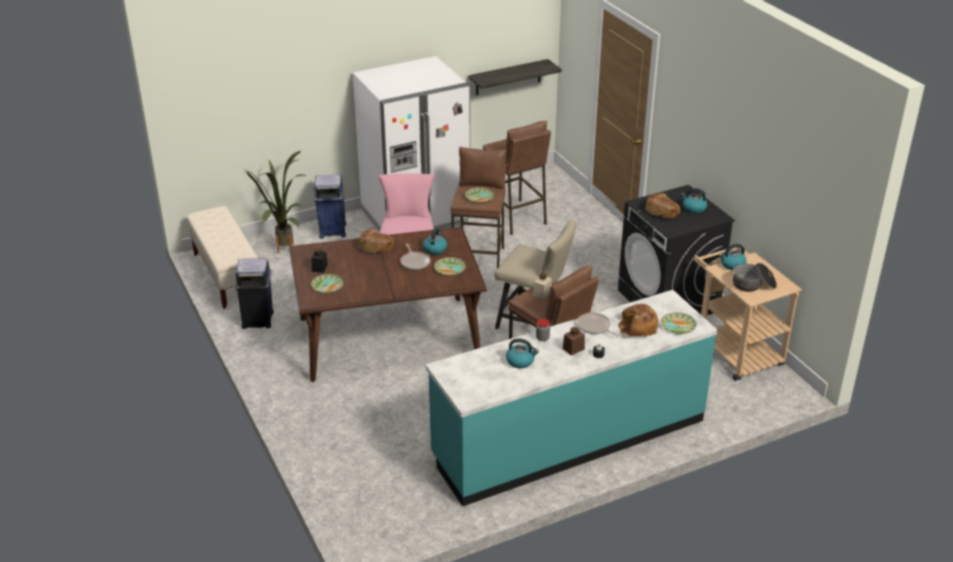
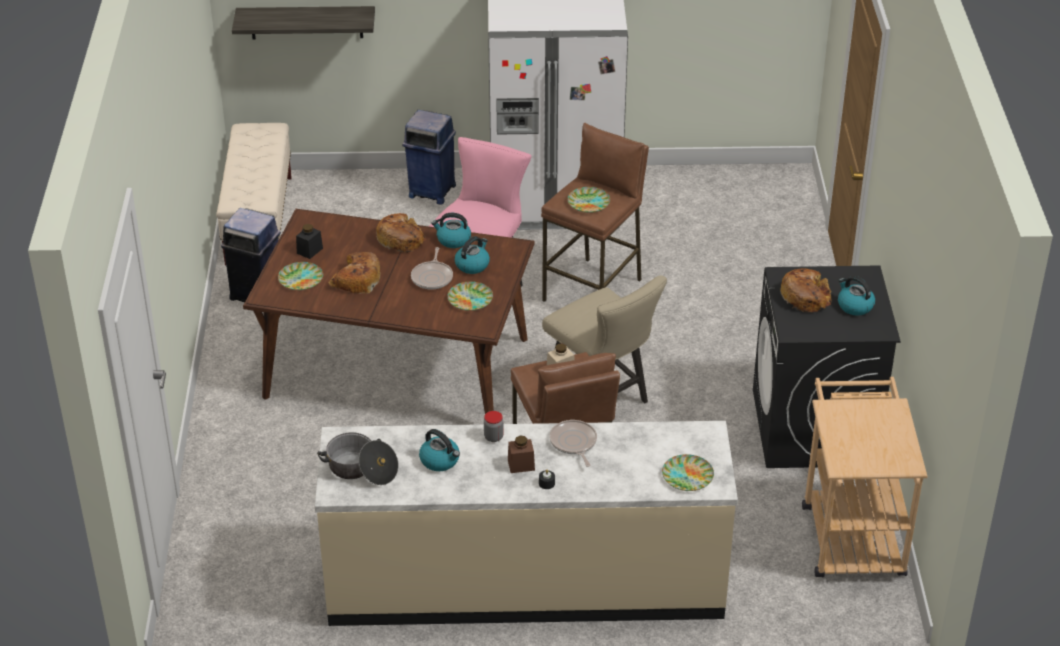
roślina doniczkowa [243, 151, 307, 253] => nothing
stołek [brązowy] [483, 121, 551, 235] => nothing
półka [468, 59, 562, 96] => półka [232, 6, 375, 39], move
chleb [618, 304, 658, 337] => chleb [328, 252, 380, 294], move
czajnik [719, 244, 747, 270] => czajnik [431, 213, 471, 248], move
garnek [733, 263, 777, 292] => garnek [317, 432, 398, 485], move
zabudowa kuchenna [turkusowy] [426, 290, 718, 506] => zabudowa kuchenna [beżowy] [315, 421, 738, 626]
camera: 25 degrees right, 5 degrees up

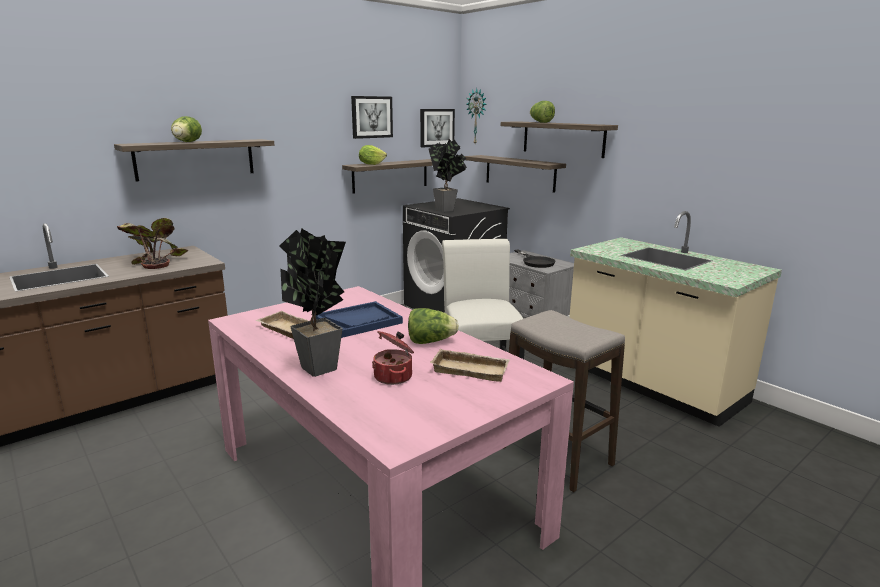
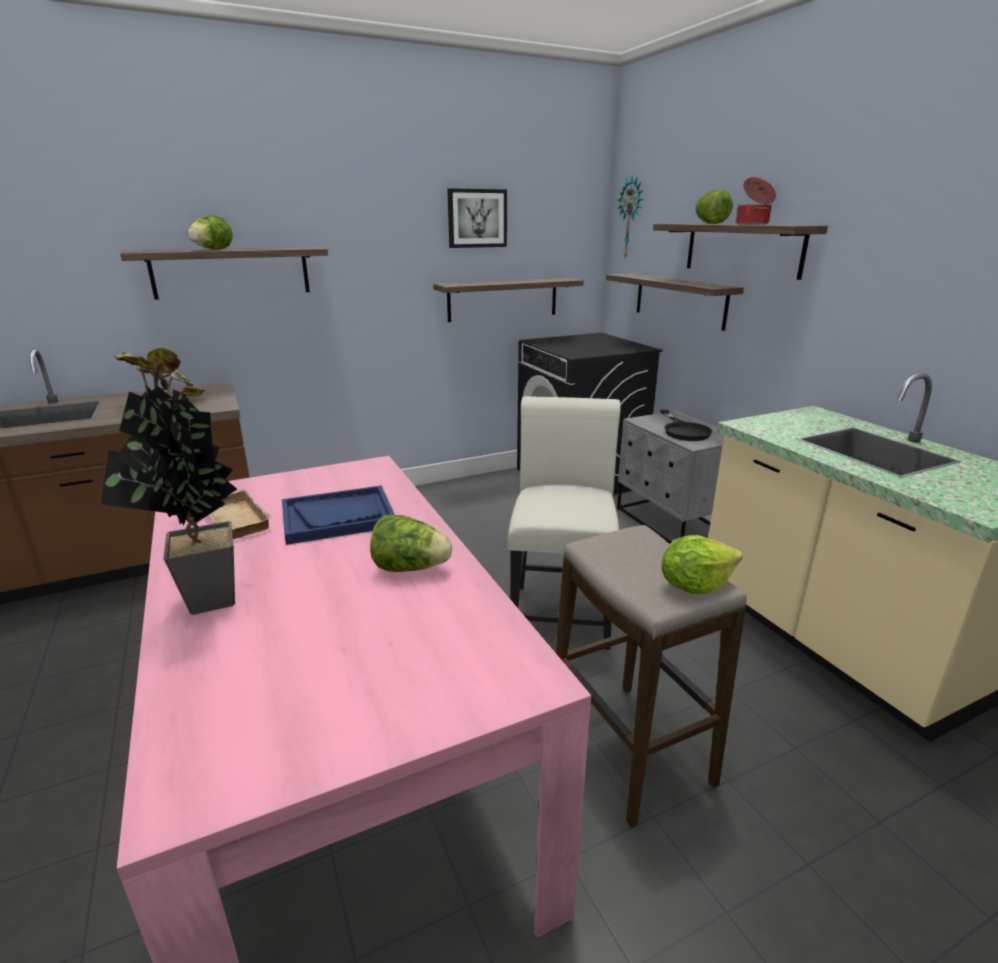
obraz [420, 109, 455, 147] => nothing
roślina doniczkowa [428, 139, 467, 212] => nothing
taca [beżowy] [430, 349, 510, 382] => nothing
sałata [359, 145, 387, 165] => sałata [662, 535, 742, 595], move
garnek [372, 331, 414, 385] => garnek [736, 177, 776, 225], move
camera: 15 degrees right, 5 degrees up

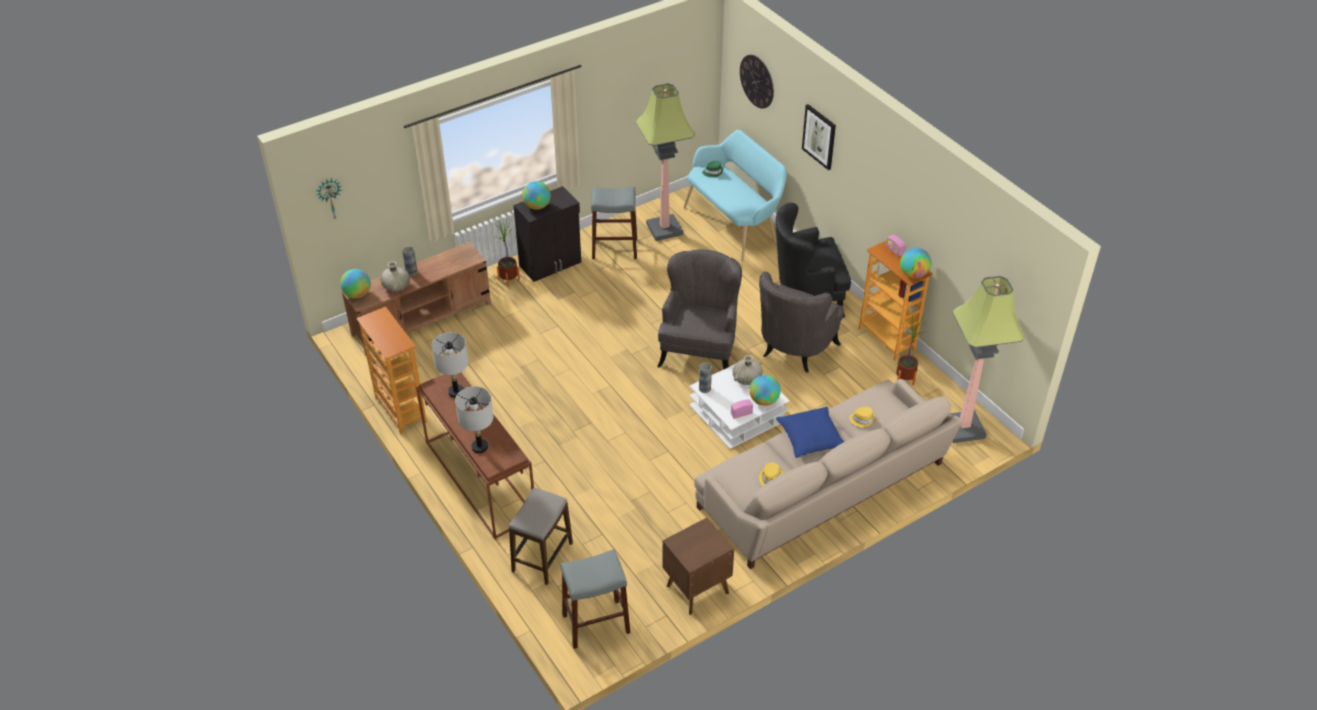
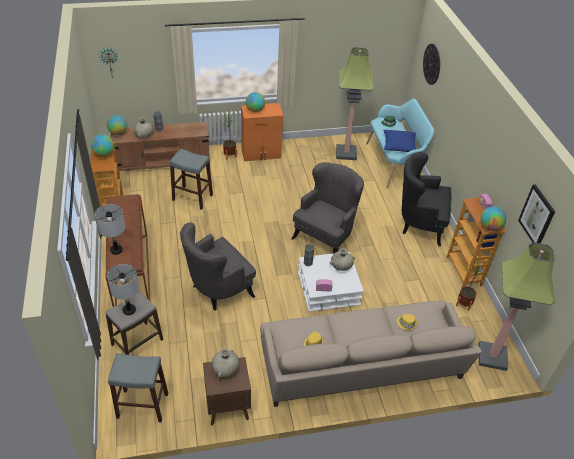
nothing => wazon [beżowy] [212, 348, 240, 378]
lampa stołowa [szary] [432, 332, 469, 398] => lampa stołowa [szary] [107, 264, 139, 315], move
stołek [szary] [591, 187, 637, 259] => stołek [szary] [169, 149, 213, 210], move
globus [749, 375, 781, 406] => globus [91, 134, 114, 157], move
fotel [szary] [759, 271, 844, 373] => fotel [szary] [180, 222, 256, 311], move
poduszka [niebieski] [776, 407, 844, 458] => poduszka [niebieski] [383, 130, 416, 152], move
obraz [802, 104, 836, 170] => obraz [518, 184, 555, 243], move
szafka [czarny] [513, 186, 581, 282] => szafka [pomarańczowy] [241, 103, 283, 161]
camera: 20 degrees right, 0 degrees up

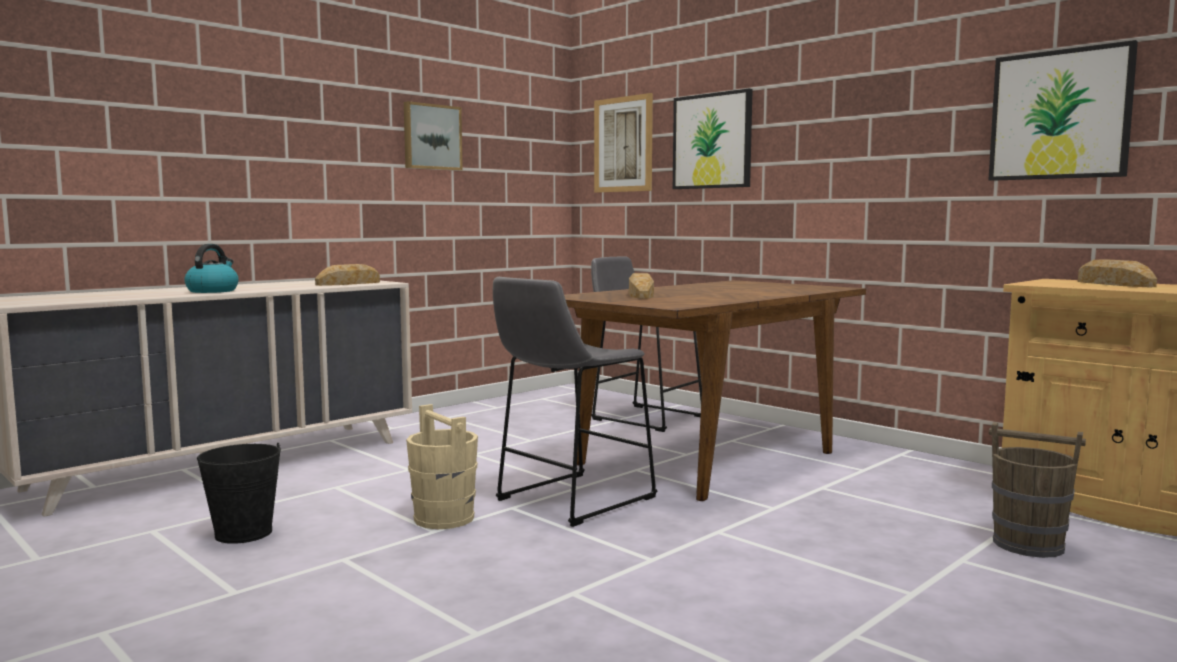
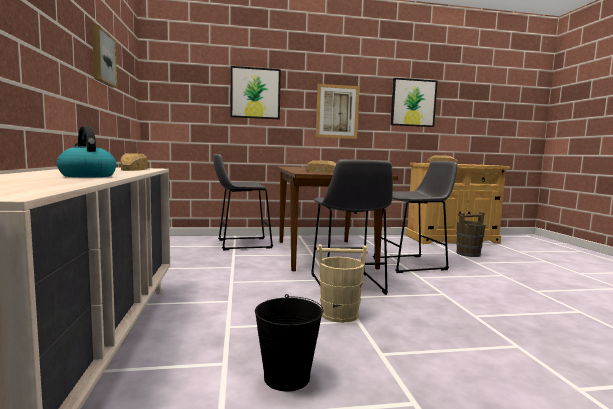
nothing => stołek [szary] [373, 161, 458, 273]
obraz [594, 93, 653, 193] => obraz [316, 84, 360, 139], move
camera: 55 degrees left, 0 degrees up

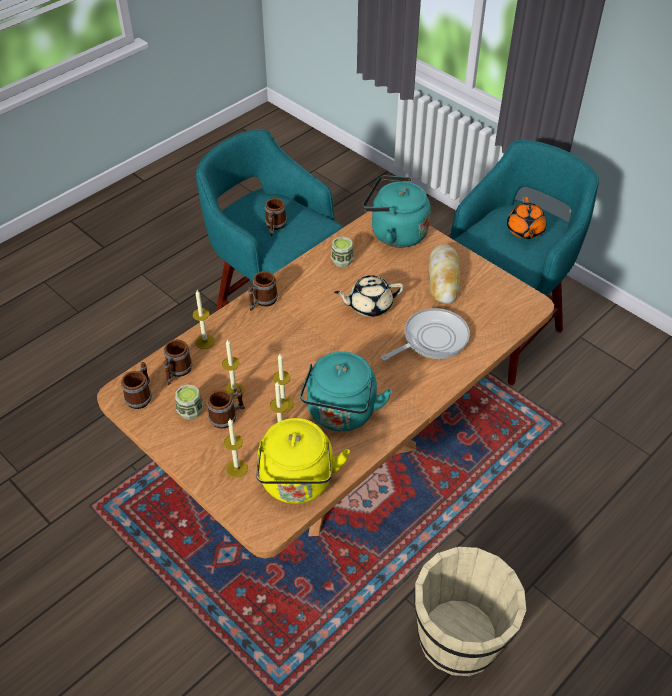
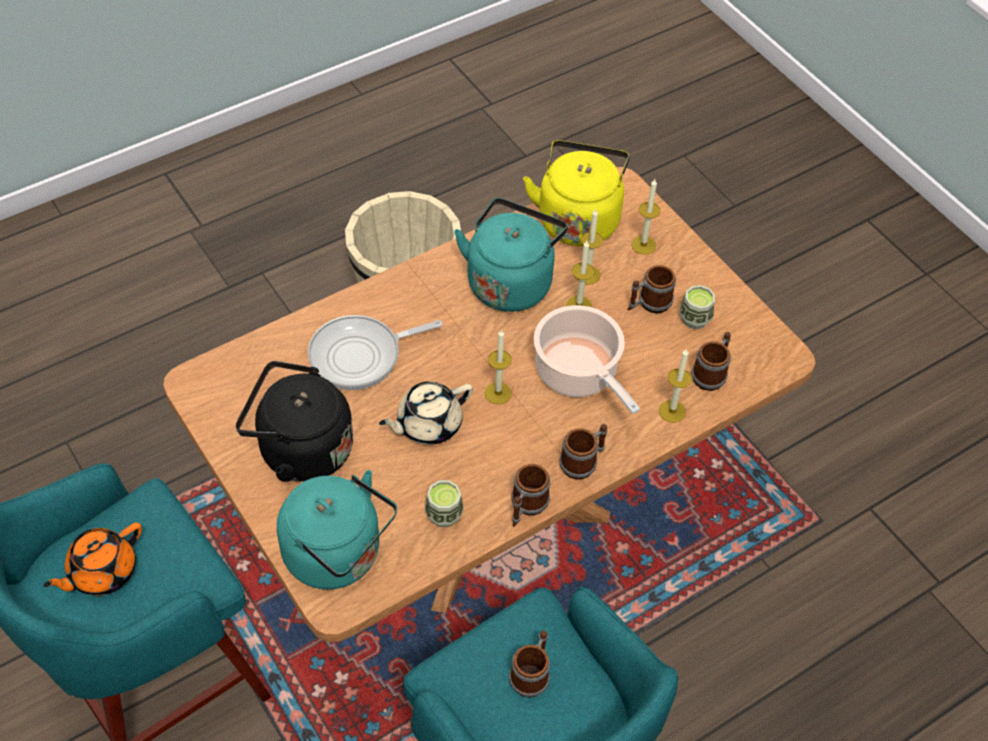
nothing => garnek [534, 305, 640, 414]
kubek [121, 362, 152, 409] => kubek [511, 464, 550, 527], move
świeca [222, 339, 244, 399] => świeca [485, 329, 512, 404], move
chleb [429, 244, 460, 304] => czajnik [czarny] [236, 361, 353, 482]
imbryk [beżowy] [334, 275, 404, 317] => imbryk [beżowy] [379, 381, 473, 445], 150 degrees clockwise
imbryk [pomarańczowy] [507, 197, 546, 239] => imbryk [pomarańczowy] [43, 523, 142, 596], 150 degrees counterclockwise
camera: 170 degrees left, 5 degrees up

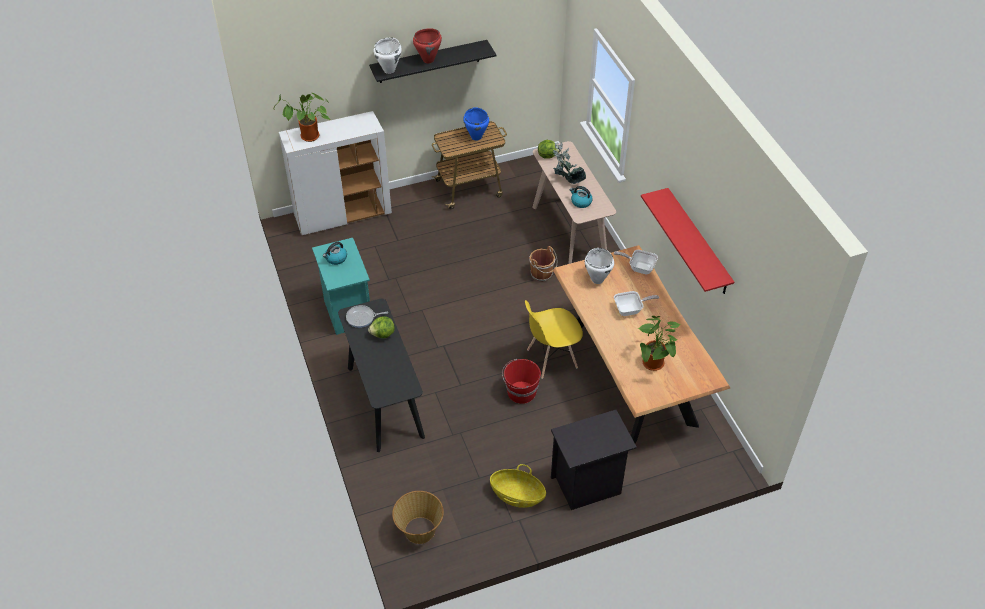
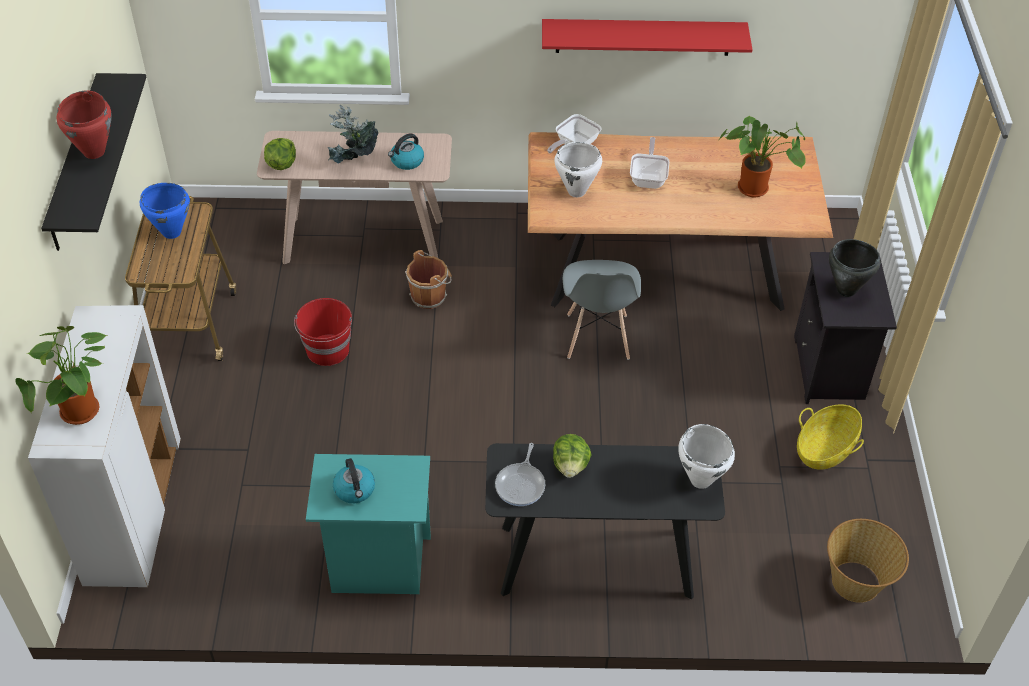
nothing => garnek [czarny] [829, 239, 881, 297]
garnek [biały] [374, 37, 402, 74] => garnek [biały] [678, 424, 735, 489], move
wiadro [czerwony] [502, 359, 541, 404] => wiadro [czerwony] [294, 298, 352, 366], move
krzesło [żółty] [525, 300, 583, 379] => krzesło [szary] [563, 260, 641, 360]
camera: 70 degrees left, 0 degrees up

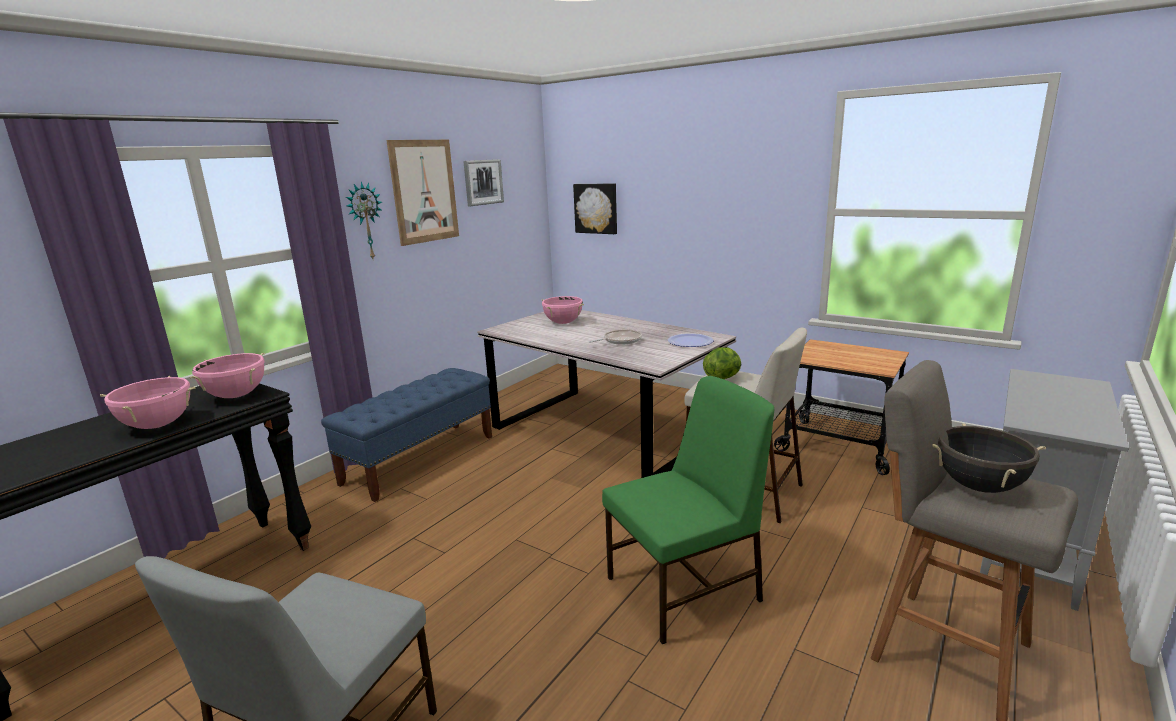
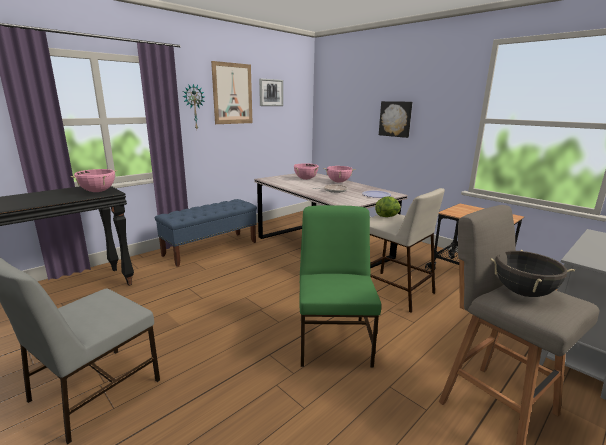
garnek [różowy] [100, 376, 196, 429] => garnek [różowy] [324, 166, 355, 183], move
obraz [573, 184, 617, 234] => obraz [379, 101, 412, 138], move
krzesło [zielony] [602, 376, 774, 644] => krzesło [zielony] [300, 205, 381, 368], 75 degrees counterclockwise
camera: 10 degrees right, 0 degrees up

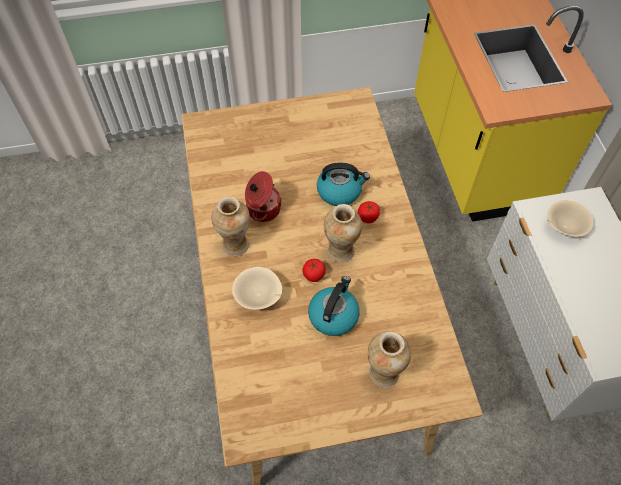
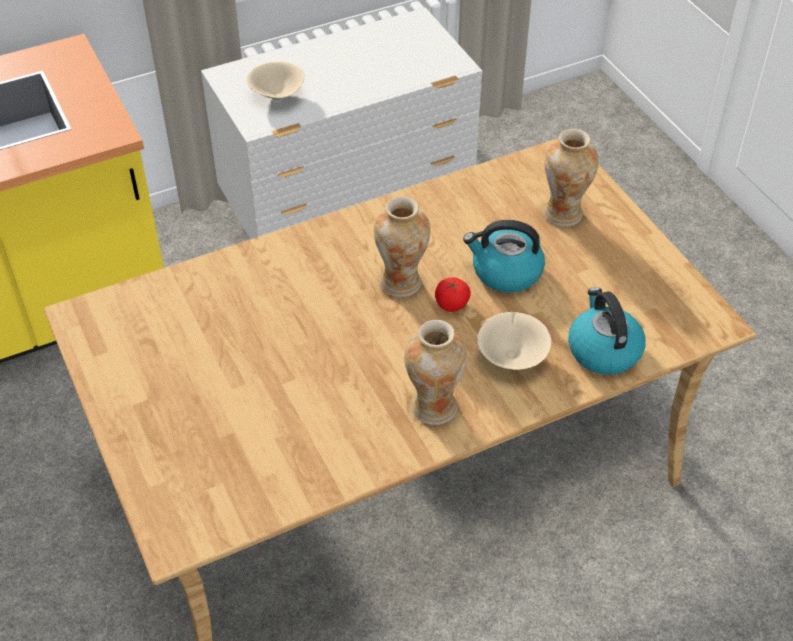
garnek [245, 171, 282, 222] => nothing
pomidor [358, 201, 380, 223] => nothing
czajnik [317, 163, 370, 206] => czajnik [568, 287, 646, 375], move
camera: 105 degrees left, 10 degrees down

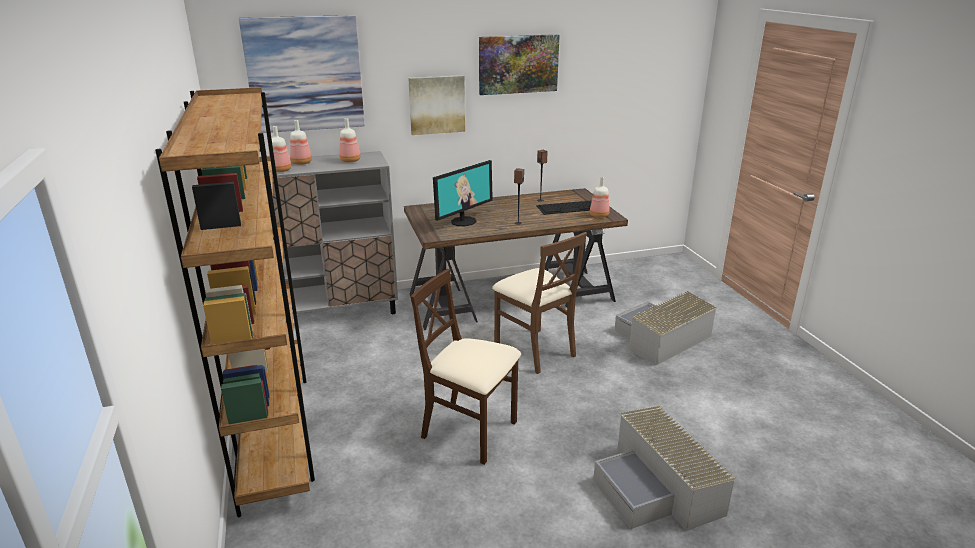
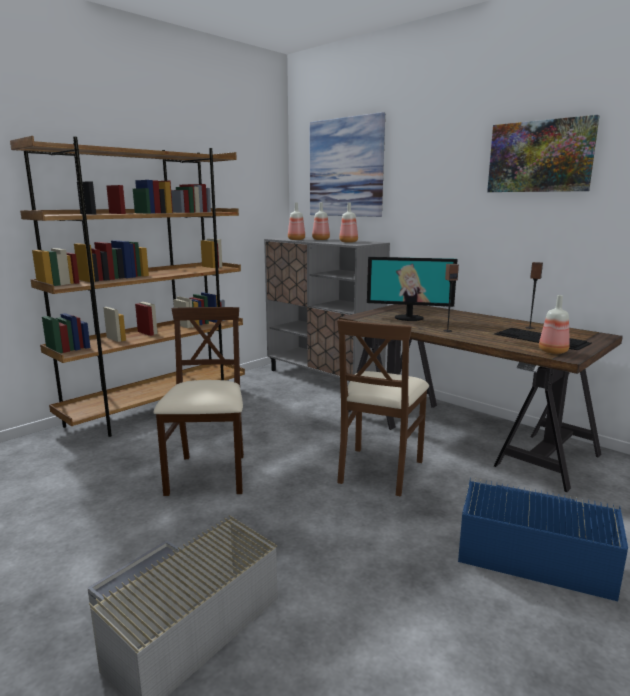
obraz [408, 75, 465, 135] => nothing
pojemnik do przechowywania [szary] [614, 291, 717, 365] => pojemnik do przechowywania [niebieski] [458, 477, 628, 601]
camera: 60 degrees right, 10 degrees down

